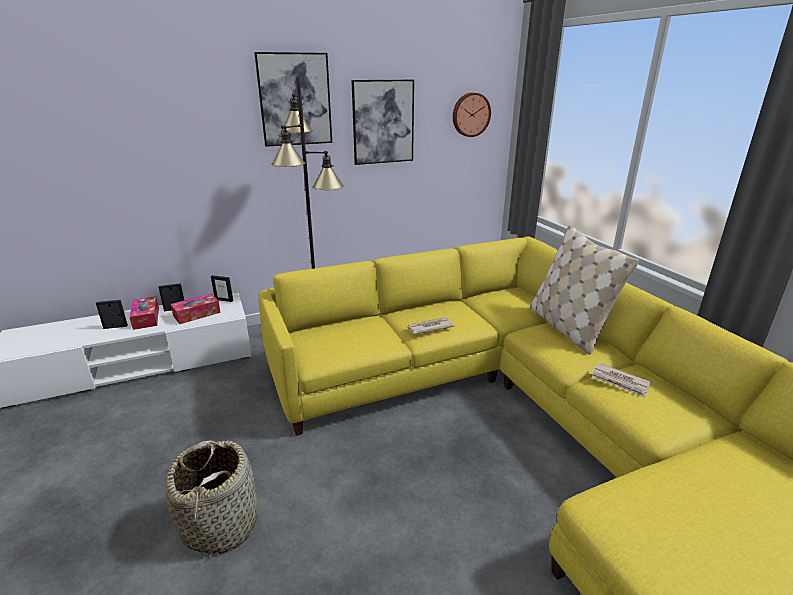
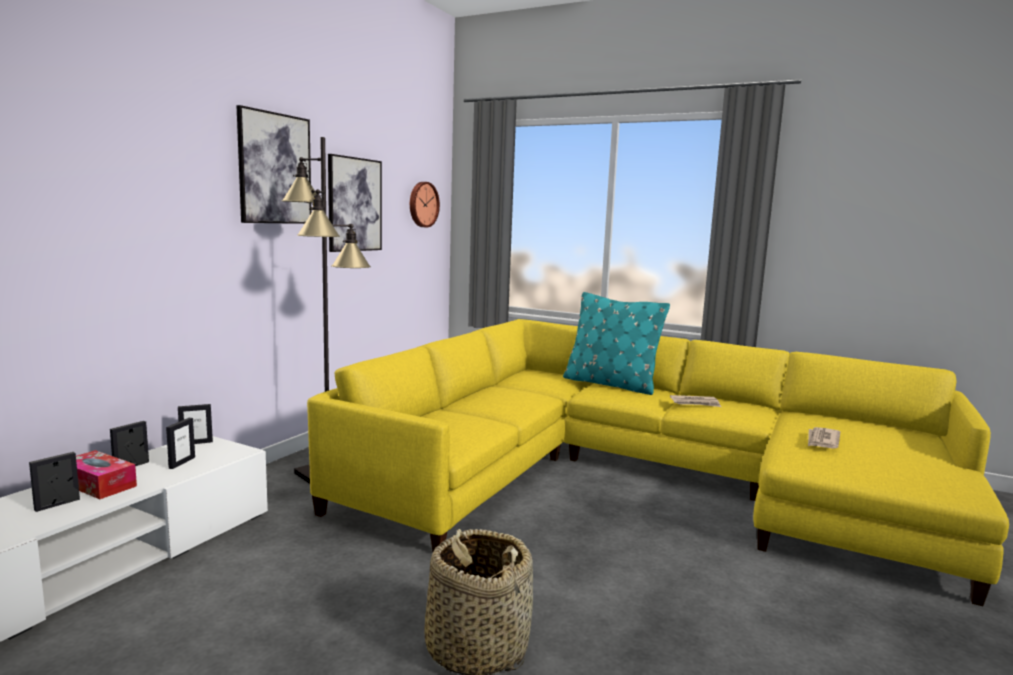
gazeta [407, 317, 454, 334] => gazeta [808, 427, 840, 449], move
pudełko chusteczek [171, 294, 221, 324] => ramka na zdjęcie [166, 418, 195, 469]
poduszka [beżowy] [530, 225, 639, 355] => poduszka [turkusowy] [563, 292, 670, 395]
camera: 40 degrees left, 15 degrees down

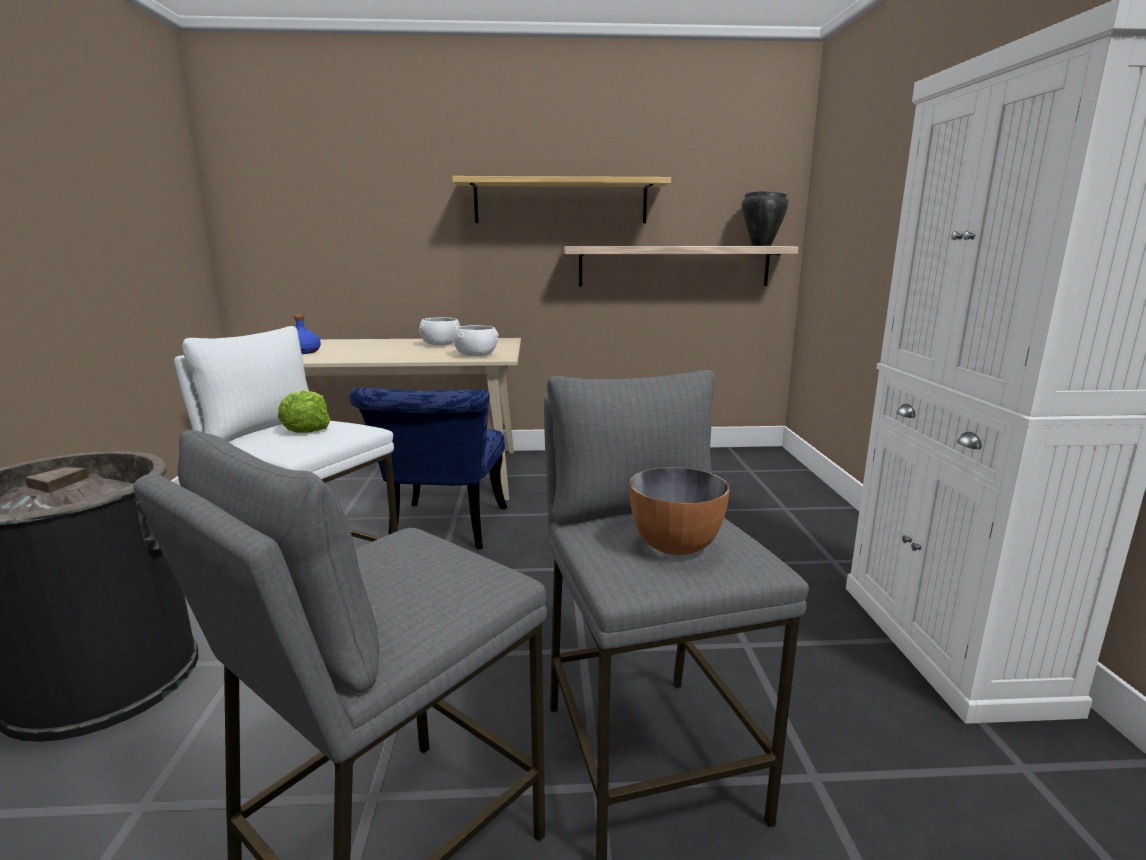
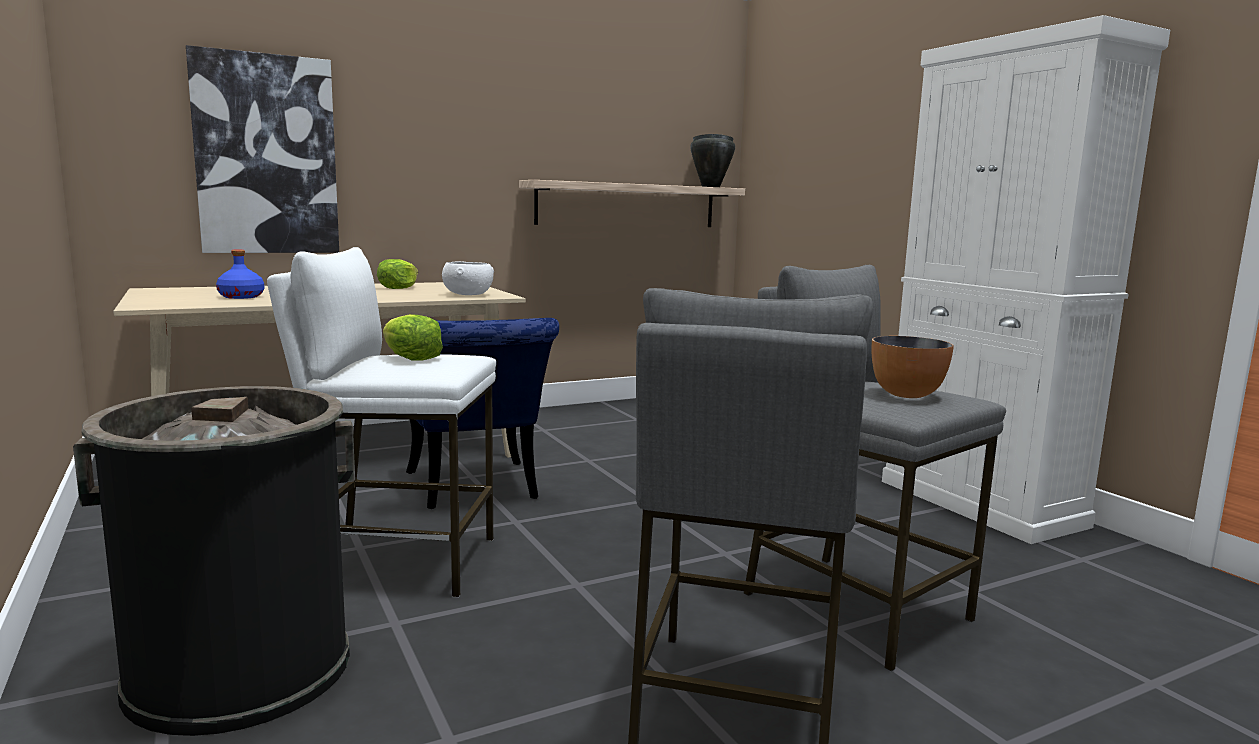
półka [452, 176, 671, 223] => nothing
nothing => obraz [186, 45, 339, 253]
miska [biały] [419, 317, 460, 346] => sałata [377, 259, 418, 289]
camera: 25 degrees left, 5 degrees down

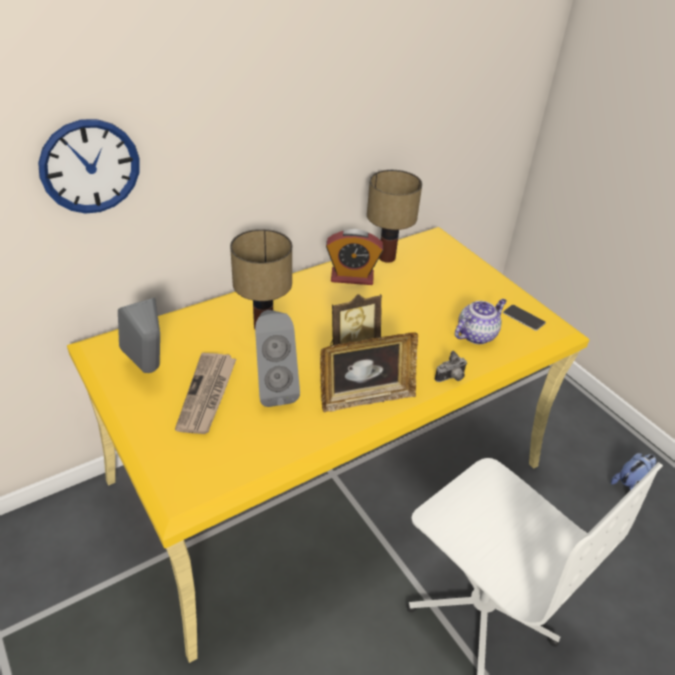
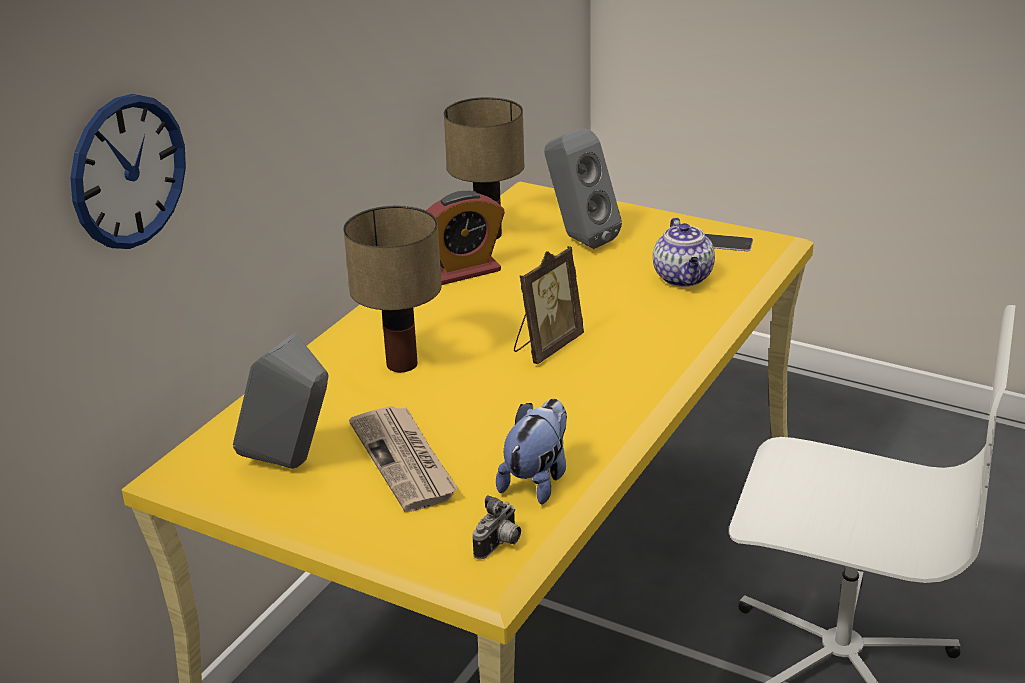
ramka na zdjęcie [320, 332, 418, 412] => nothing
głośnik [szary] [255, 310, 300, 407] => głośnik [szary] [544, 128, 622, 249], move
aparat fotograficzny [435, 351, 467, 382] => aparat fotograficzny [472, 495, 521, 559], move
pluszak [611, 453, 656, 490] => pluszak [496, 399, 567, 504], move
imbryk [455, 299, 507, 344] => imbryk [653, 217, 715, 287], 150 degrees clockwise
camera: 25 degrees left, 10 degrees down

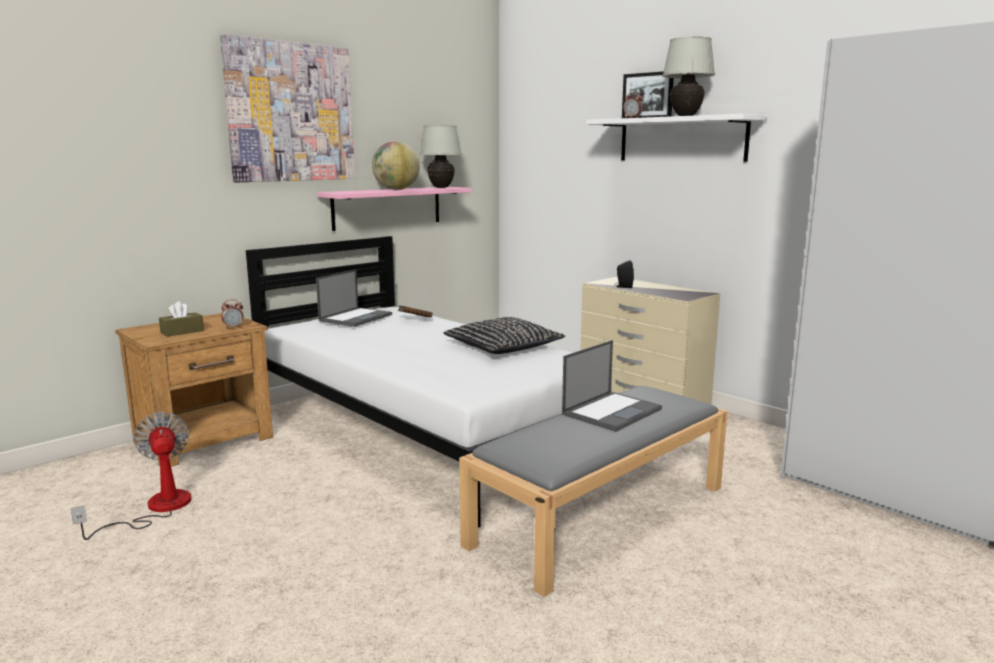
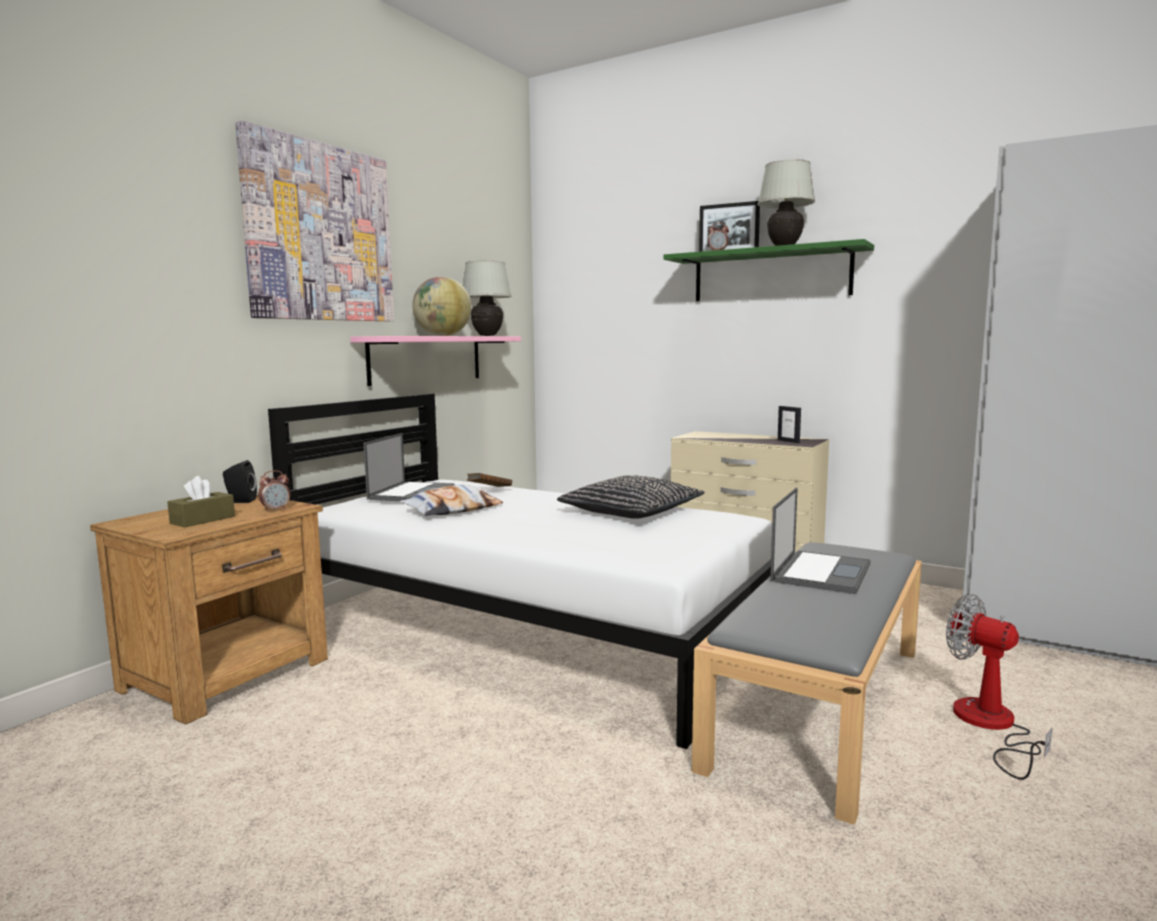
nothing => poduszka [399, 485, 503, 516]
nothing => ramka na zdjęcie [778, 406, 801, 443]
wentylator [71, 412, 192, 540] => wentylator [946, 594, 1052, 780], move
głośnik [czarny] [614, 260, 634, 288] => głośnik [czarny] [223, 460, 257, 503], move
półka [biały] [586, 114, 767, 162] => półka [zielony] [664, 239, 874, 301]
camera: 15 degrees left, 5 degrees down

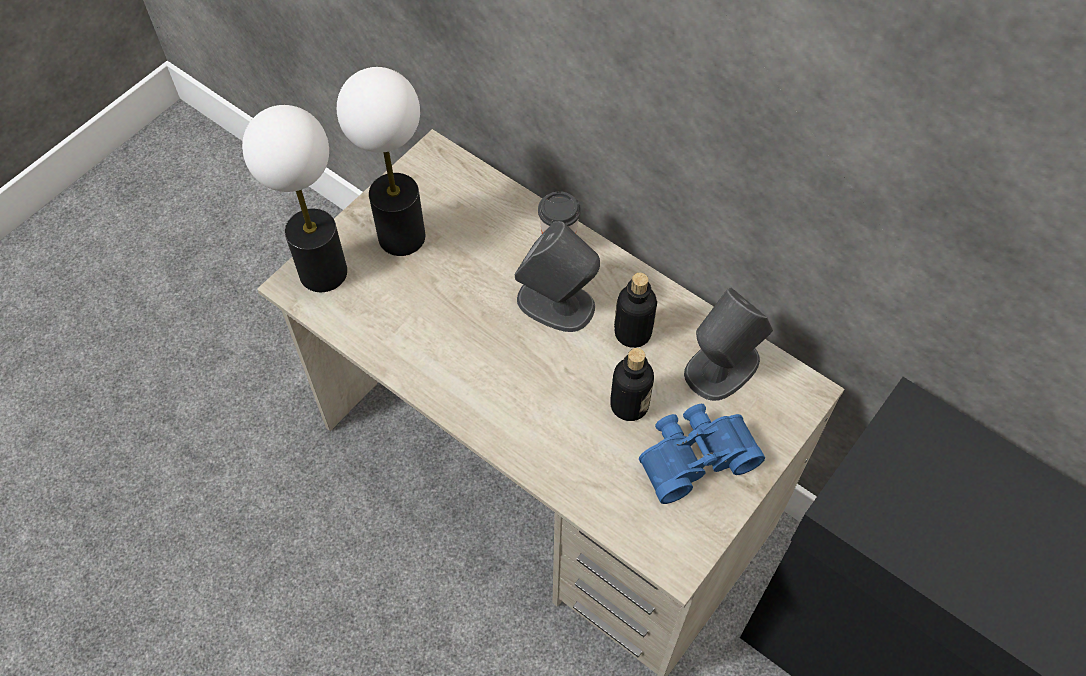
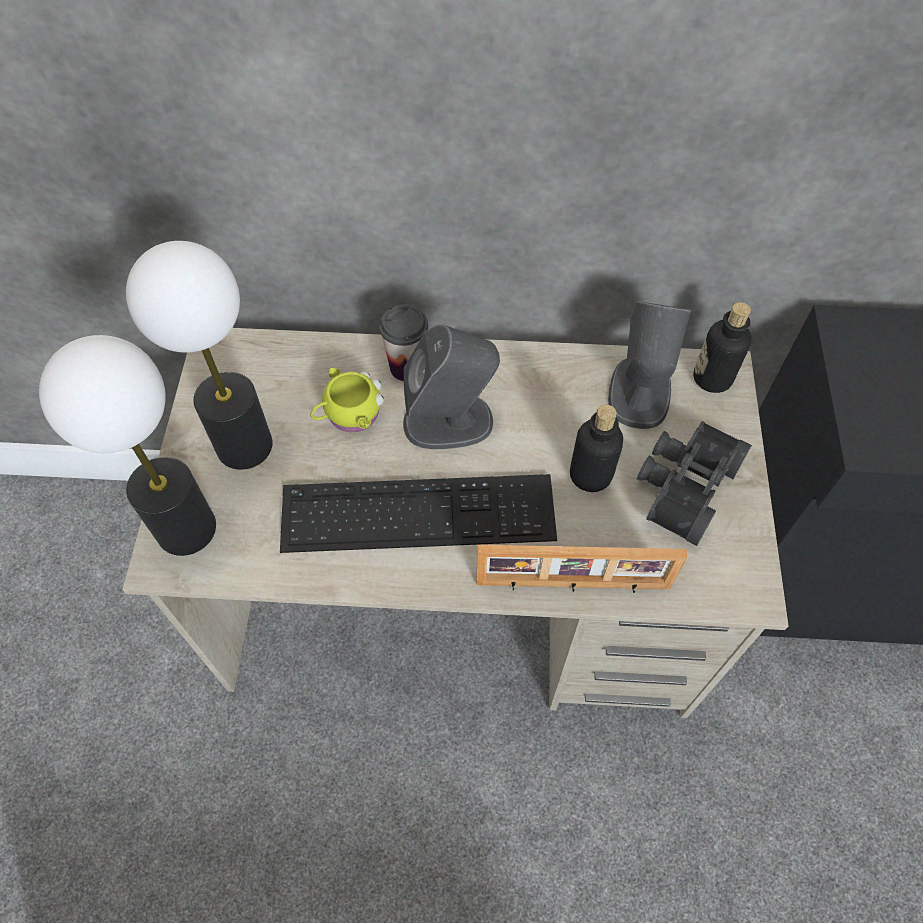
nothing => klawiatura [280, 474, 557, 553]
nothing => kubek [żółty] [310, 368, 384, 432]
nothing => ramka na zdjęcie [476, 545, 687, 593]
butelka [614, 273, 657, 348] => butelka [693, 302, 752, 393], move
lornetka [niebieski] [639, 404, 765, 504] => lornetka [czarny] [637, 421, 752, 546]
camera: 35 degrees left, 0 degrees up

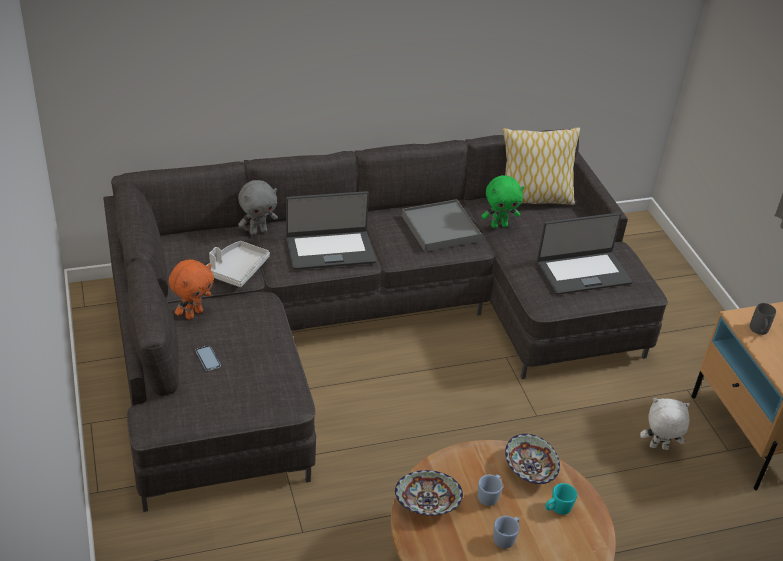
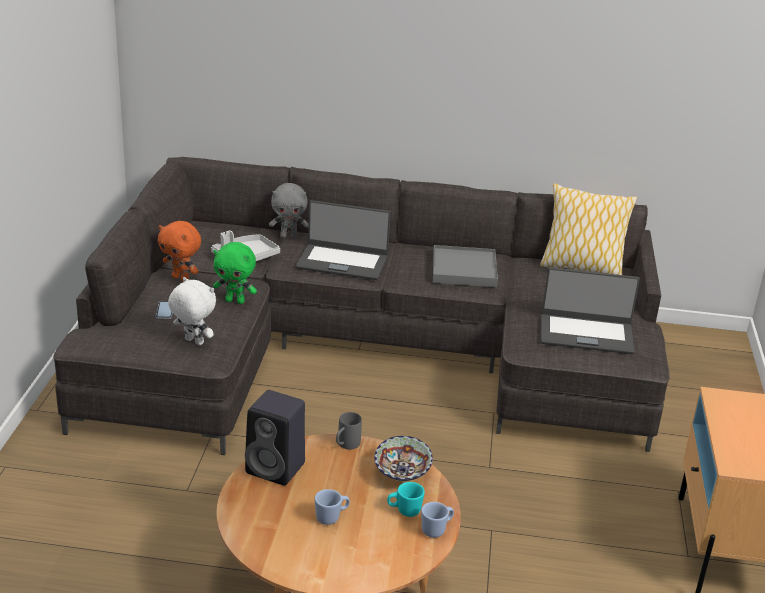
kubek [niebieski] [478, 475, 503, 506] => kubek [niebieski] [421, 502, 454, 538], move
pluszak [zielony] [482, 175, 524, 228] => pluszak [zielony] [213, 242, 257, 304], move
pluszak [biały] [640, 398, 690, 450] => pluszak [biały] [168, 277, 216, 345], move
kubek [szary] [750, 303, 776, 335] => kubek [szary] [336, 412, 362, 449], move
miska [395, 470, 463, 516] => głośnik [czarny] [245, 390, 305, 486]
pluszak [pomarańczowy] [169, 259, 214, 320] => pluszak [pomarańczowy] [158, 221, 201, 282], 60 degrees clockwise
camera: 25 degrees right, 10 degrees down

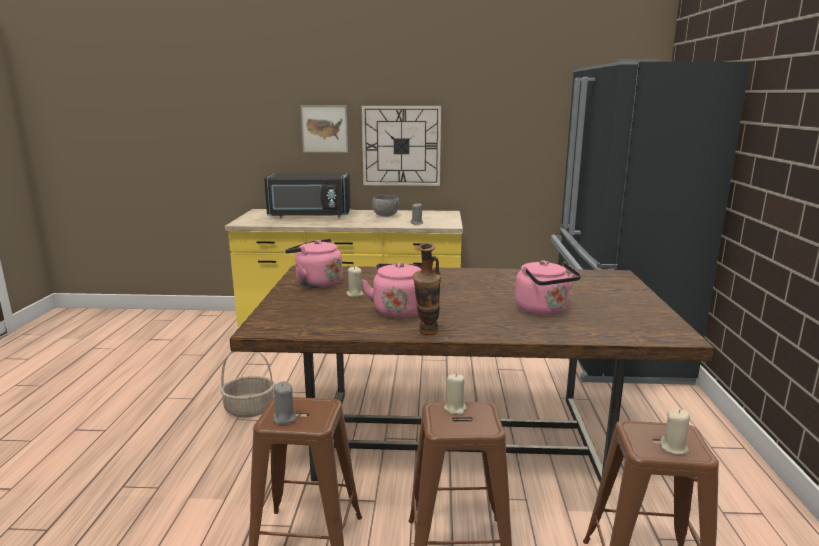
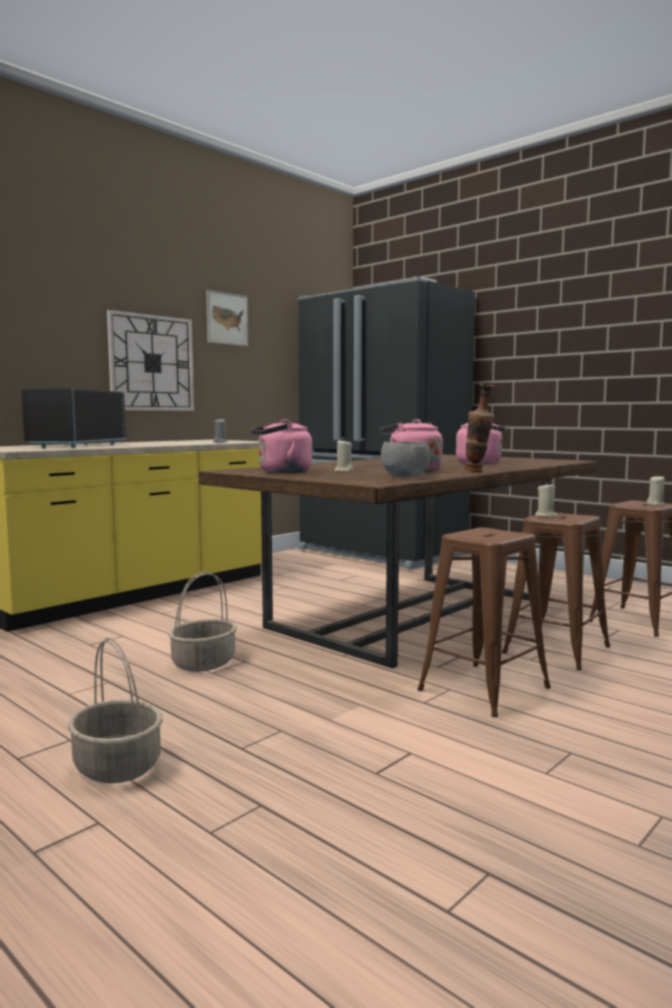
świeca [szary] [273, 381, 296, 425] => nothing
nothing => koszyk [68, 637, 163, 783]
obraz [301, 106, 348, 153] => obraz [206, 290, 248, 346], move
miska [szary] [372, 195, 399, 217] => miska [szary] [381, 442, 430, 477], move
mikrofalówka [czarny] [264, 174, 351, 218] => mikrofalówka [czarny] [21, 388, 126, 448], 150 degrees clockwise
camera: 50 degrees left, 10 degrees down

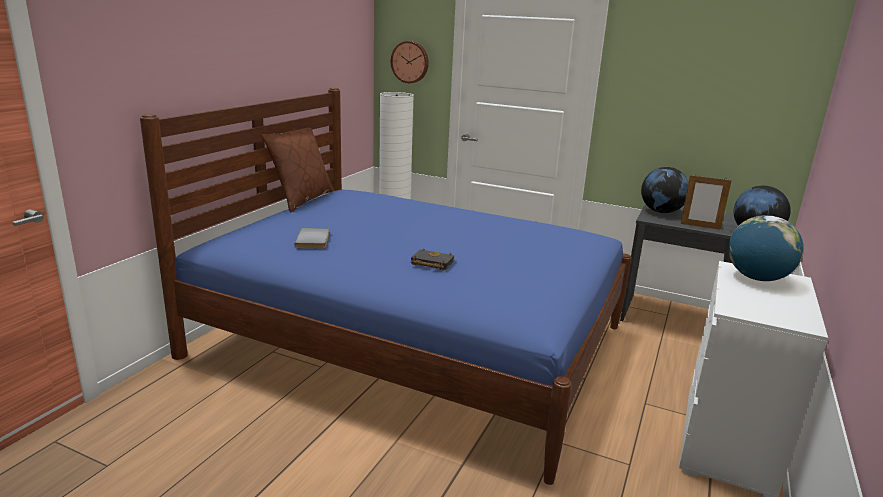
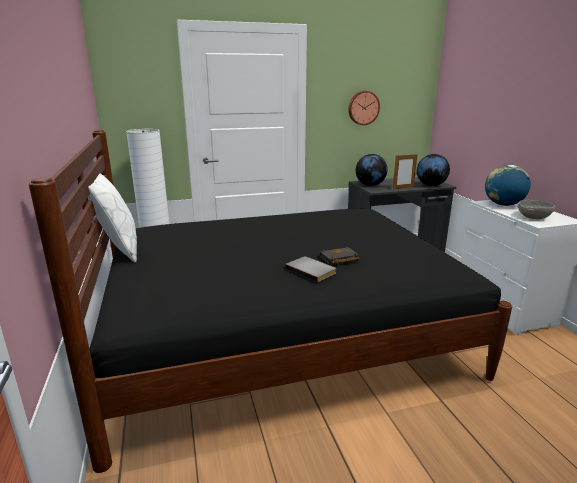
nothing => miska [szary] [518, 200, 555, 219]
książka [szary] [294, 228, 330, 249] => książka [szary] [285, 256, 336, 282], move
zegar ścienny [391, 41, 429, 83] => zegar ścienny [348, 91, 380, 125], move
łóżko [niebieski] [140, 88, 631, 485] => łóżko [czarny] [29, 130, 512, 473]
poduszka [brązowy] [261, 128, 334, 213] => poduszka [biały] [88, 173, 137, 262]
camera: 40 degrees left, 0 degrees up

